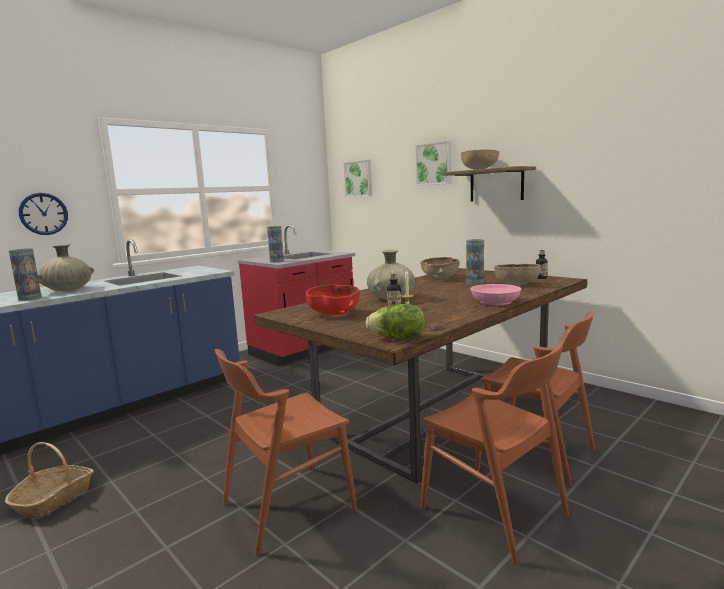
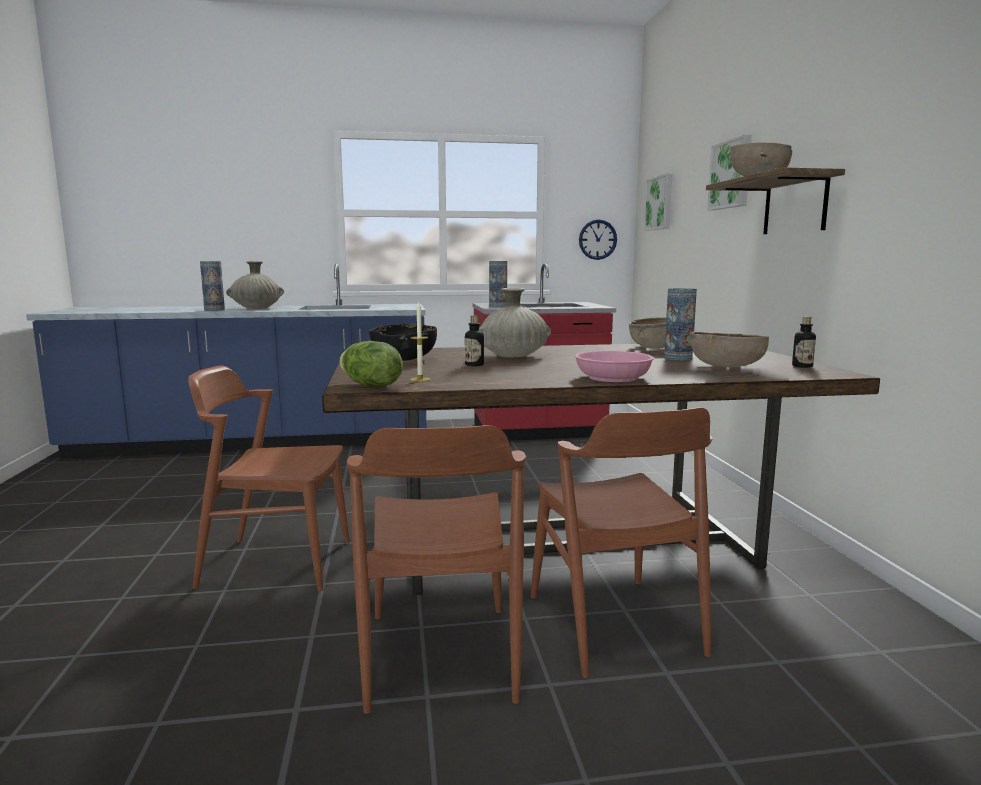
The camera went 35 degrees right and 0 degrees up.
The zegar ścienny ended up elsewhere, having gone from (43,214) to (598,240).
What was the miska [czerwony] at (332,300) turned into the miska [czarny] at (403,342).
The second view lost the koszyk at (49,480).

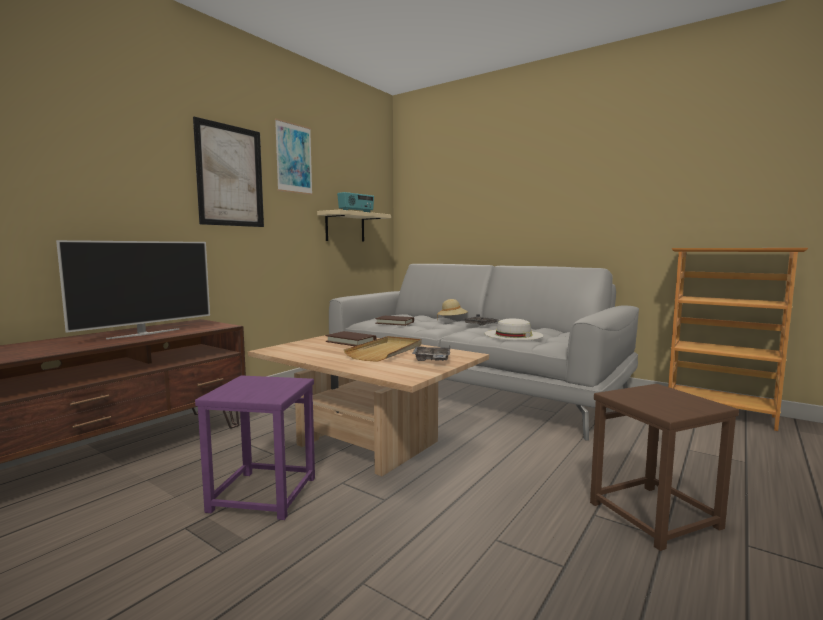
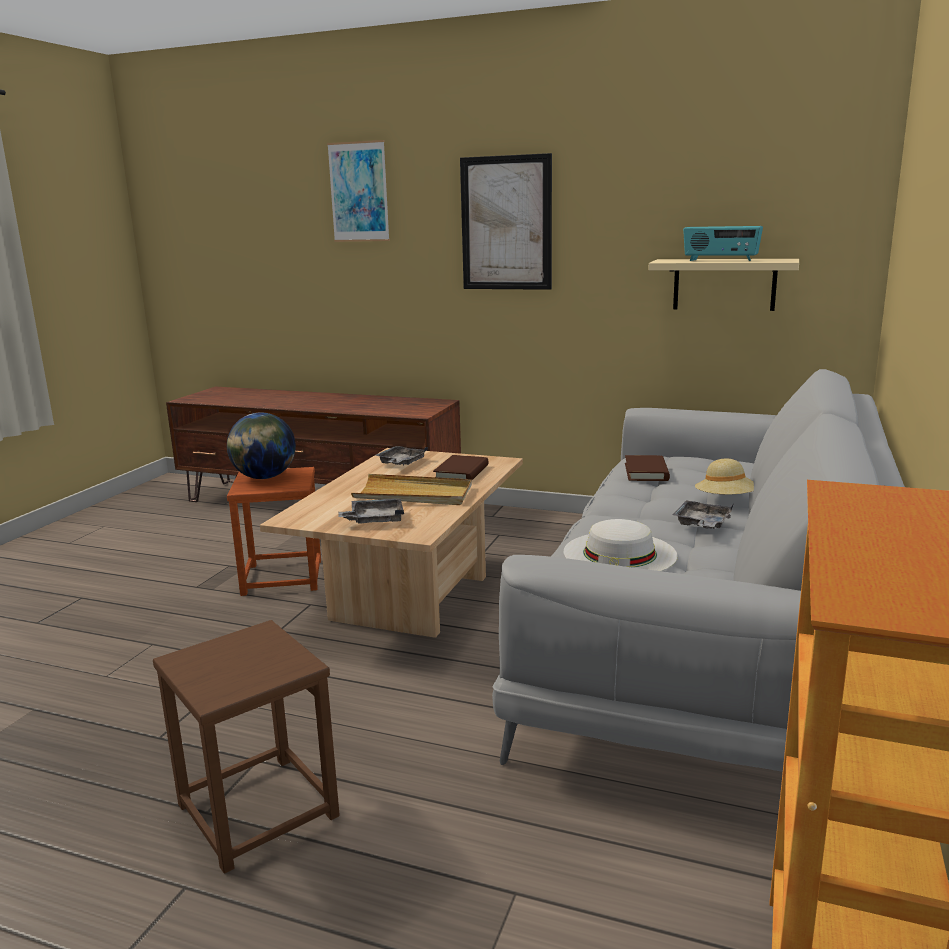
The camera went 75 degrees right and 10 degrees up.
The obraz ended up elsewhere, having gone from (294,156) to (358,191).
The second view lost the telewizor at (133,289).
What was the stołek [fioletowy] at (255,447) turned into the stołek [brązowy] at (274,531).
The second view gained the globus at (261,446).
The second view gained the taca [szary] at (401,456).

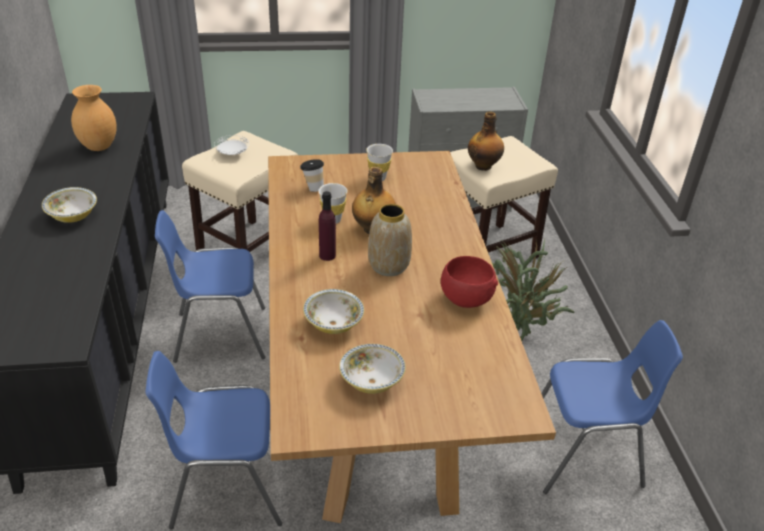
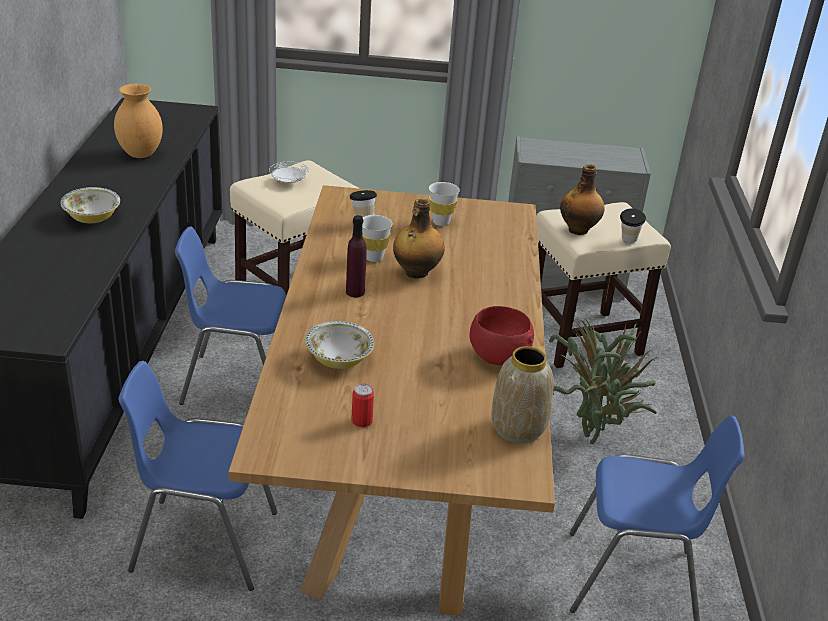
The camera went 10 degrees right and 5 degrees down.
The wazon ended up elsewhere, having gone from (390,240) to (522,395).
Where the miska stood at (372,369), the puszka came to stand at (362,405).
The second view gained the filiżanka at (633,225).

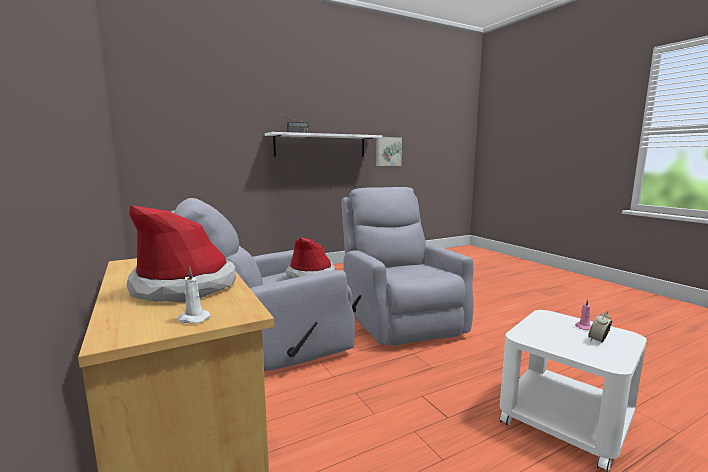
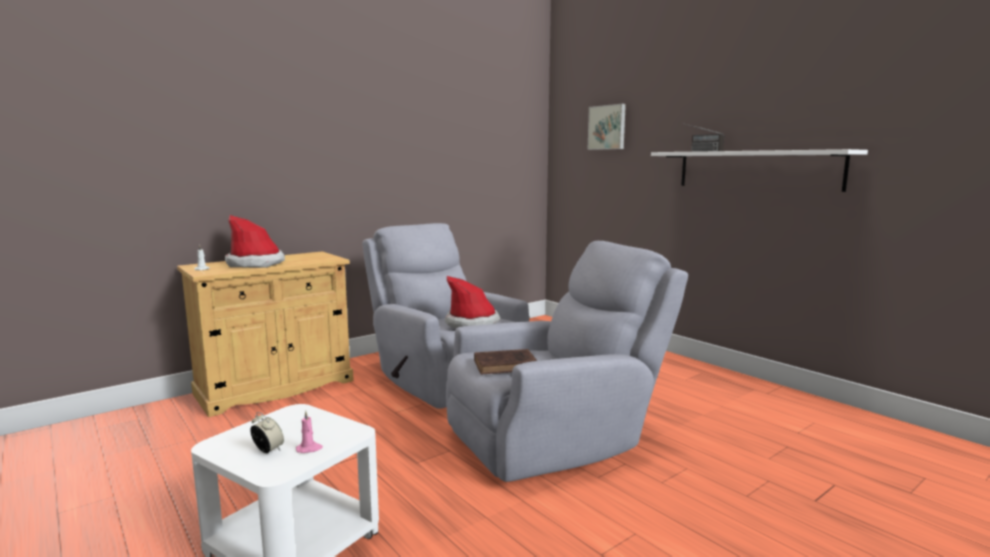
The camera went 80 degrees right and 0 degrees up.
The obraz ended up elsewhere, having gone from (389,151) to (606,127).
The second view gained the książka [brązowy] at (505,361).

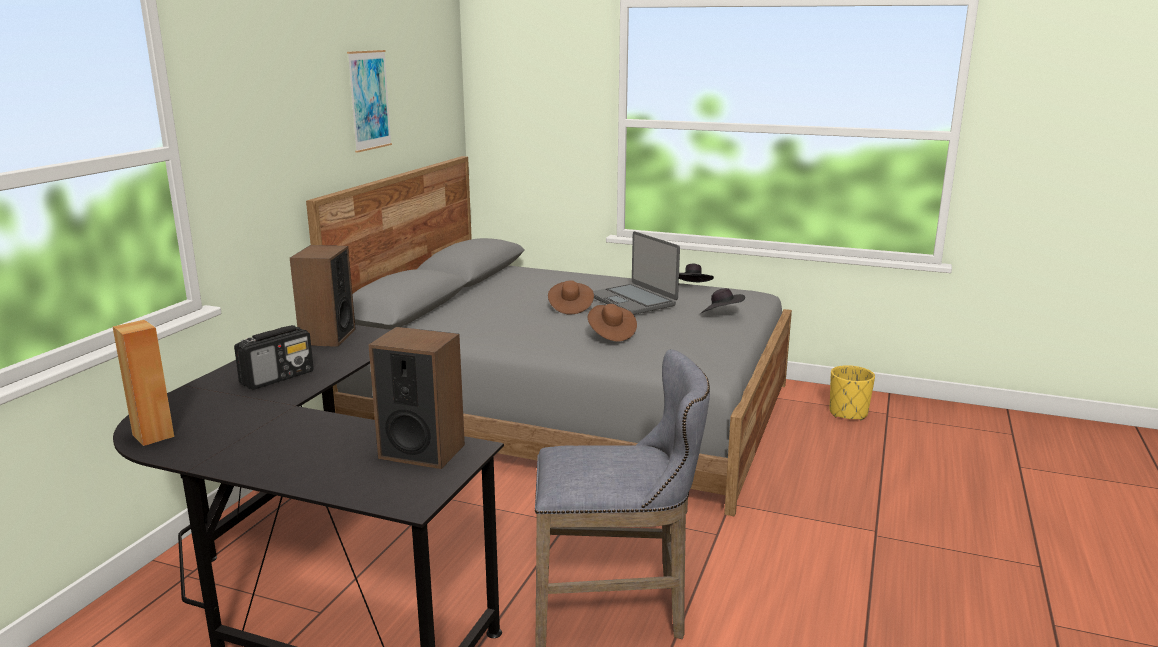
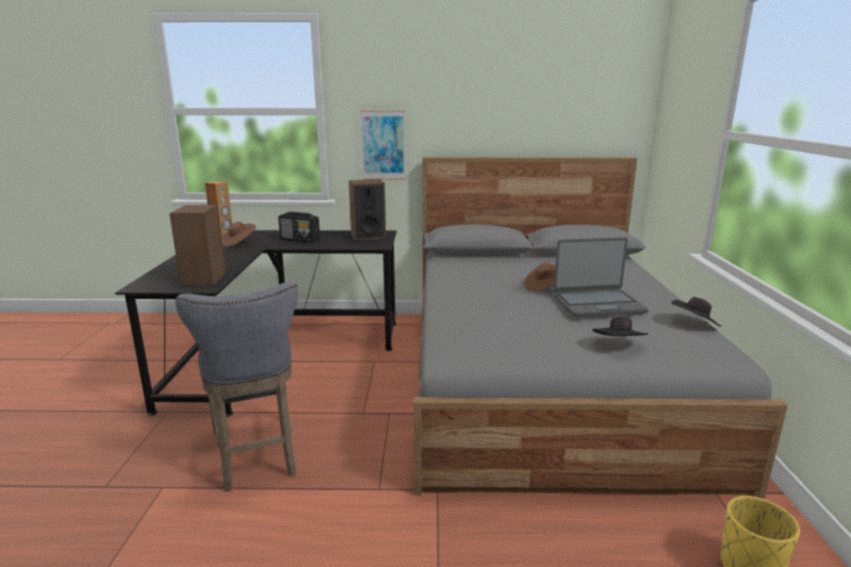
The camera went 70 degrees right and 0 degrees up.
The obraz ended up elsewhere, having gone from (369,101) to (383,145).
The laptop at (636,273) ended up facing another way, 135 degrees counterclockwise from before.
The kapelusz [brązowy] ended up elsewhere, having gone from (612,323) to (239,234).

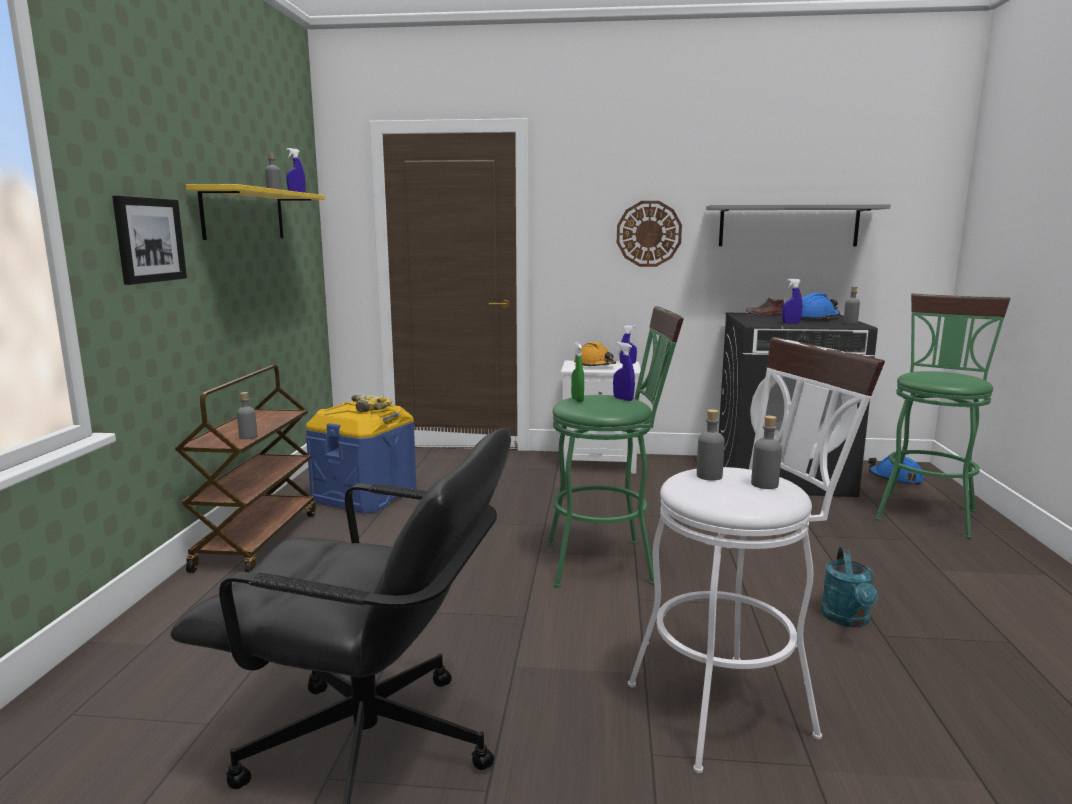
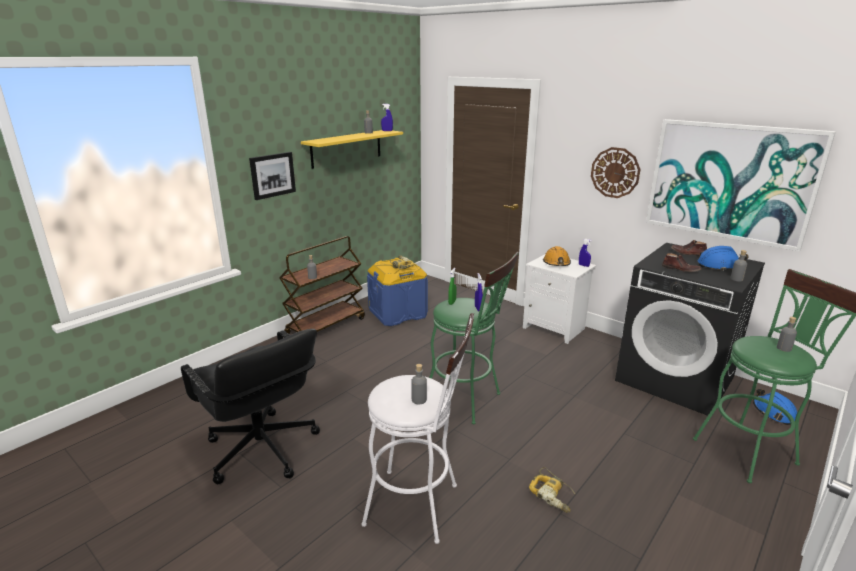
The camera went 35 degrees right and 10 degrees up.
Where the półka [szary] hung at (798,225), the obraz came to hang at (741,185).
Where the spryskiwacz [niebieski] stood at (792,301), the but [brązowy] came to stand at (681,262).
The butelka [szary] ended up elsewhere, having gone from (711,444) to (787,334).
Where the konewka [turkusowy] stood at (849,587), the wiertarka came to stand at (552,490).

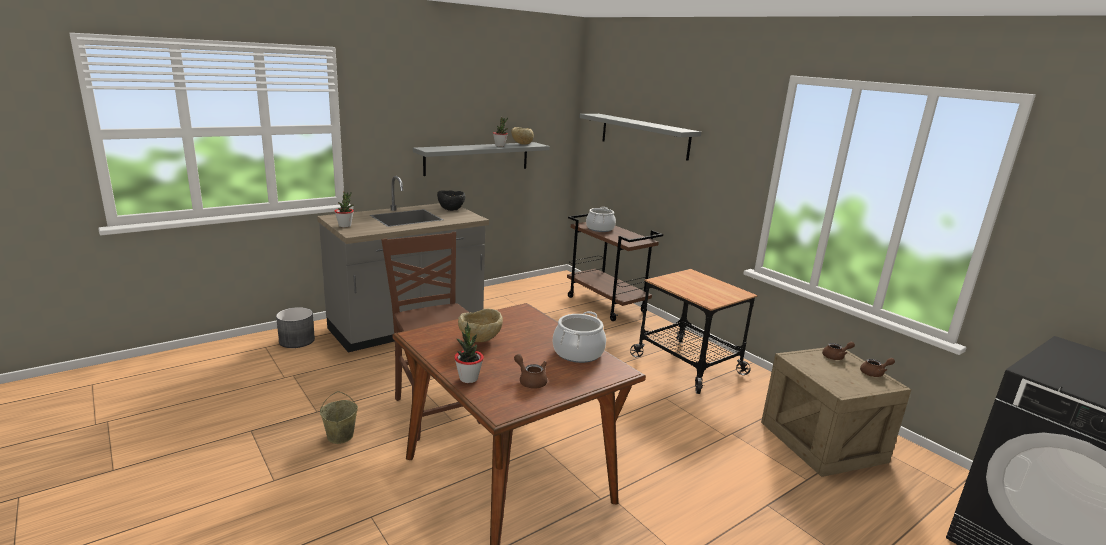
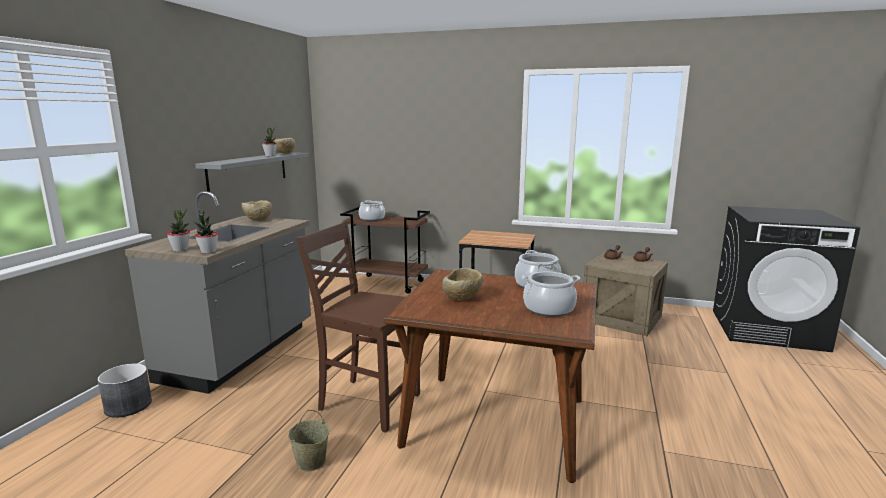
The camera went 35 degrees left and 5 degrees down.
The second view lost the półka [szary] at (640,137).
What was the miska [czarny] at (451,200) turned into the miska [beżowy] at (256,210).
The roślina doniczkowa ended up elsewhere, having gone from (469,353) to (206,232).
Where the imbryk [brązowy] stood at (530,371), the garnek came to stand at (551,294).

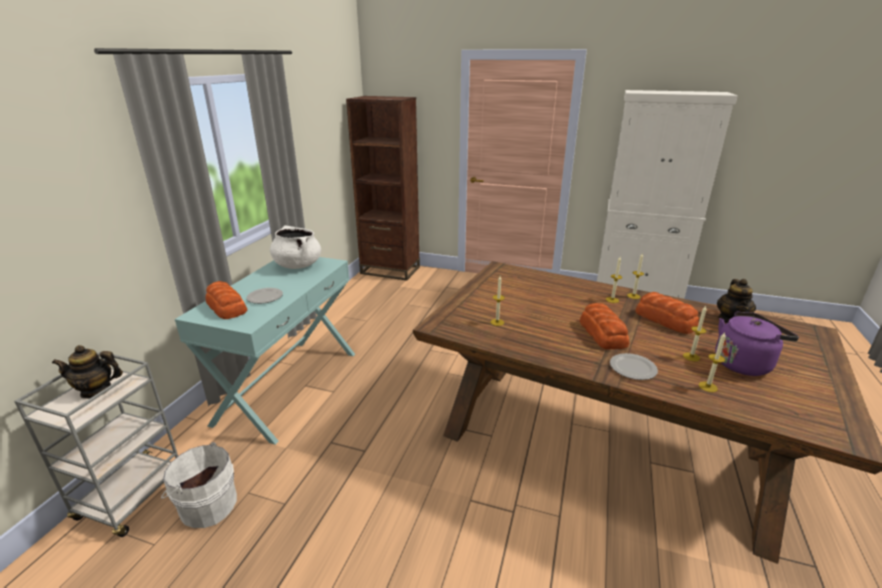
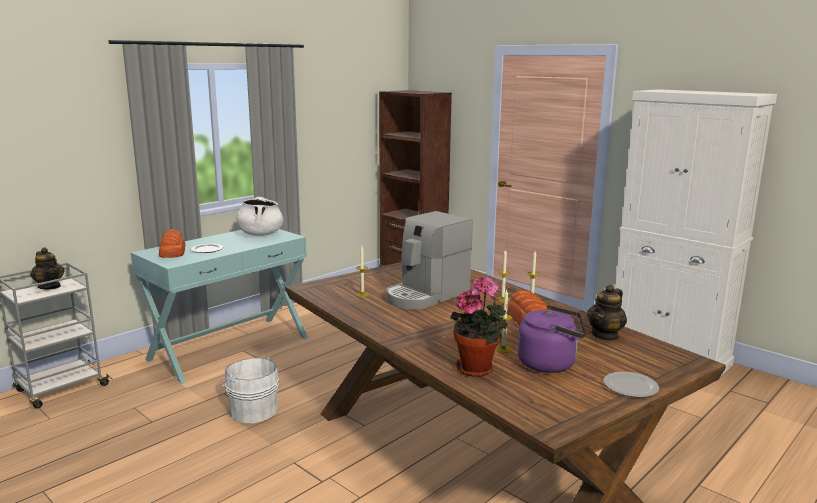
The camera went 25 degrees right and 10 degrees down.
The second view lost the chleb at (604,326).
Where the świeca stood at (712,362), the roślina doniczkowa came to stand at (479,326).
The imbryk at (87,372) ended up facing another way, 150 degrees counterclockwise from before.
The talerz ended up elsewhere, having gone from (634,366) to (631,385).
The wiadro [biały] ended up elsewhere, having gone from (199,485) to (249,390).
The second view gained the ekspres do kawy at (430,260).

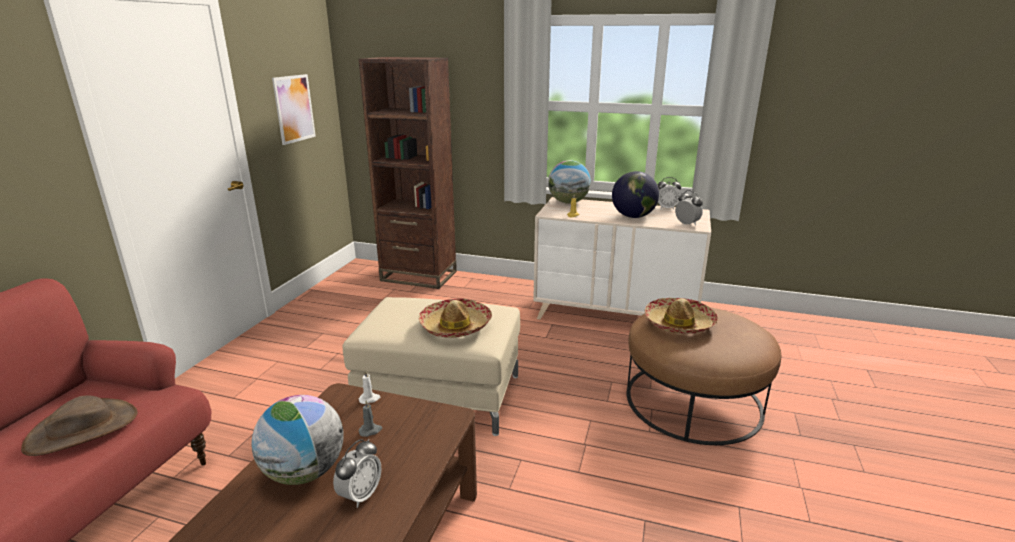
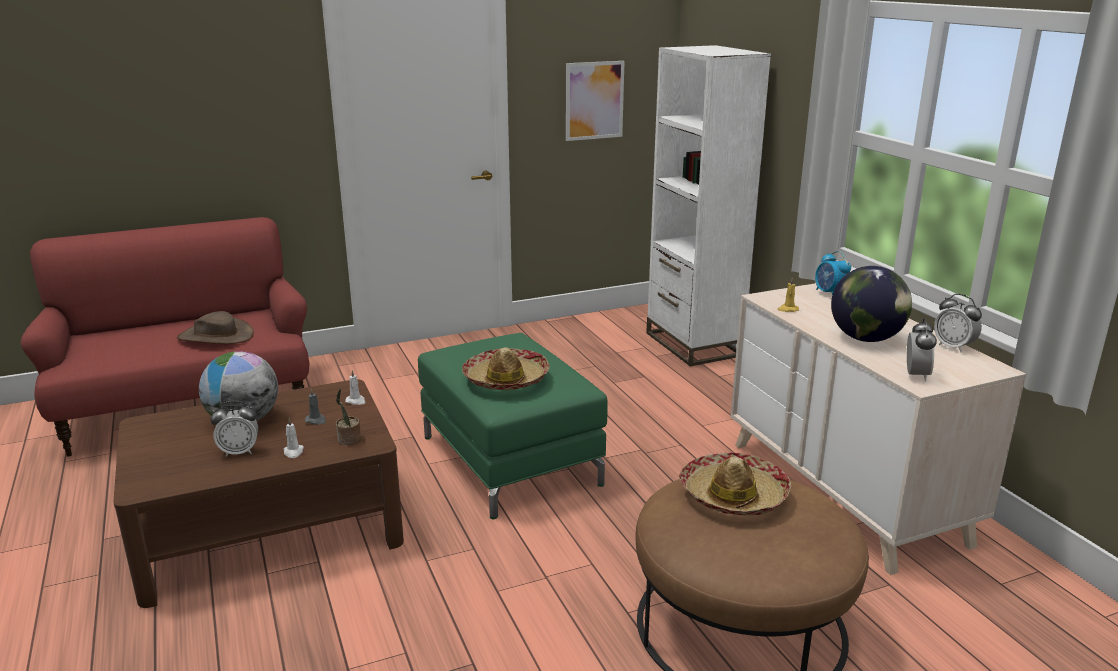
The camera went 50 degrees right and 0 degrees up.
What was the regał [brązowy] at (408,173) turned into the regał [biały] at (708,205).
Where the globus stood at (569,182), the budzik came to stand at (833,273).
What was the pufa [beżowy] at (431,366) turned into the pufa [zielony] at (513,426).
The second view gained the roślina doniczkowa at (348,417).
The second view gained the świeca [biały] at (294,438).

